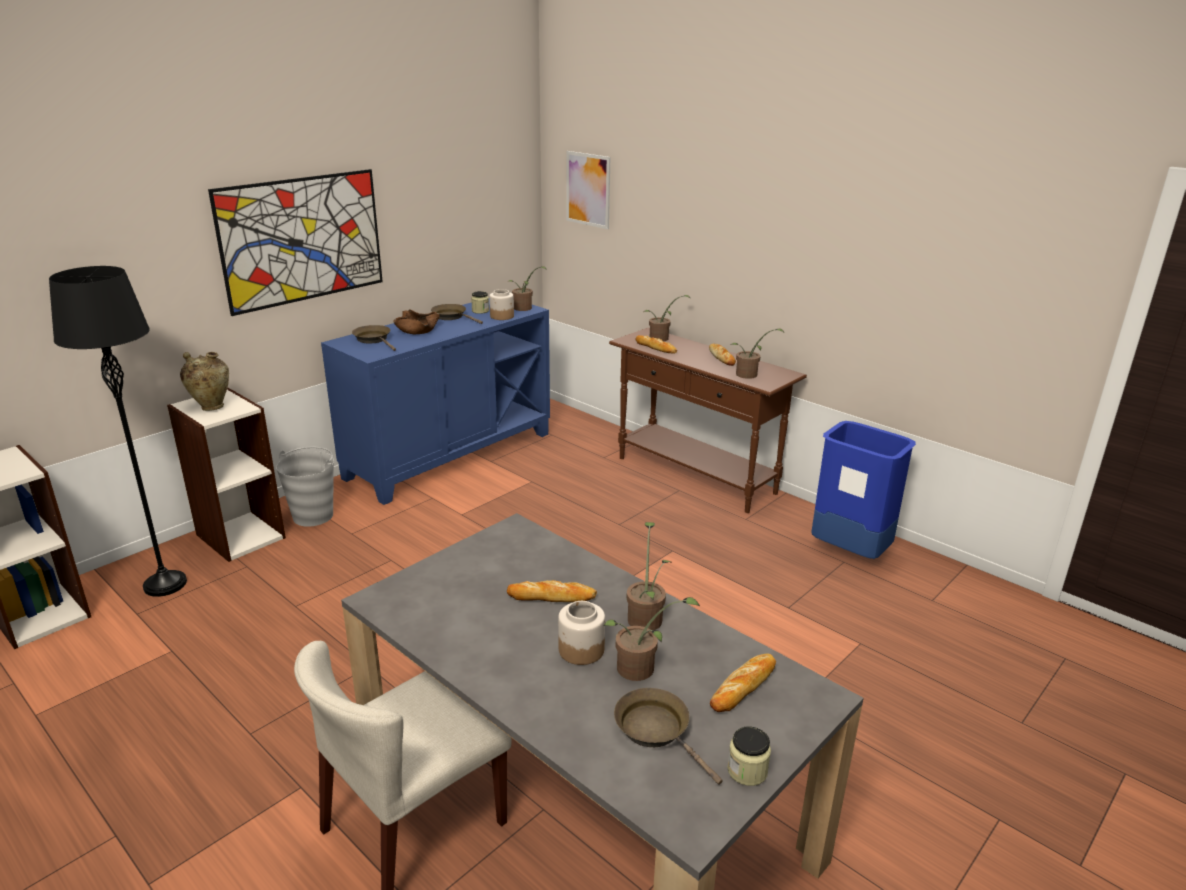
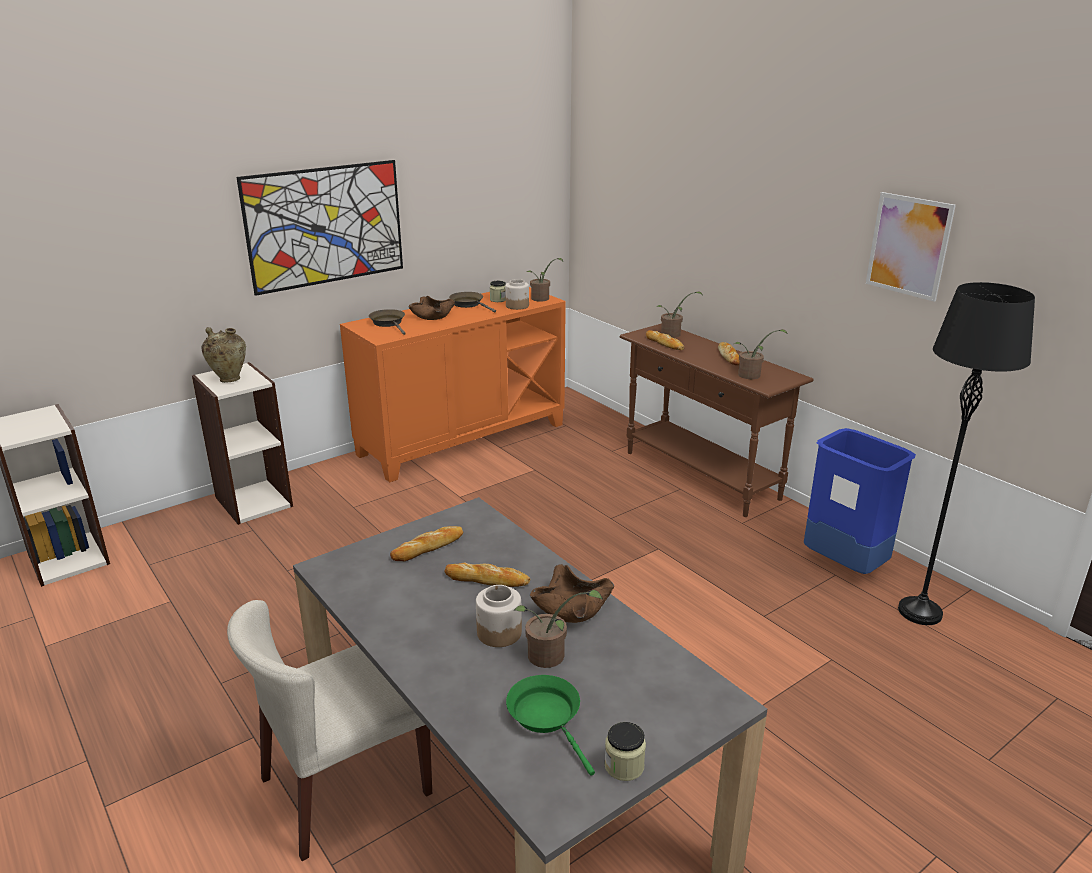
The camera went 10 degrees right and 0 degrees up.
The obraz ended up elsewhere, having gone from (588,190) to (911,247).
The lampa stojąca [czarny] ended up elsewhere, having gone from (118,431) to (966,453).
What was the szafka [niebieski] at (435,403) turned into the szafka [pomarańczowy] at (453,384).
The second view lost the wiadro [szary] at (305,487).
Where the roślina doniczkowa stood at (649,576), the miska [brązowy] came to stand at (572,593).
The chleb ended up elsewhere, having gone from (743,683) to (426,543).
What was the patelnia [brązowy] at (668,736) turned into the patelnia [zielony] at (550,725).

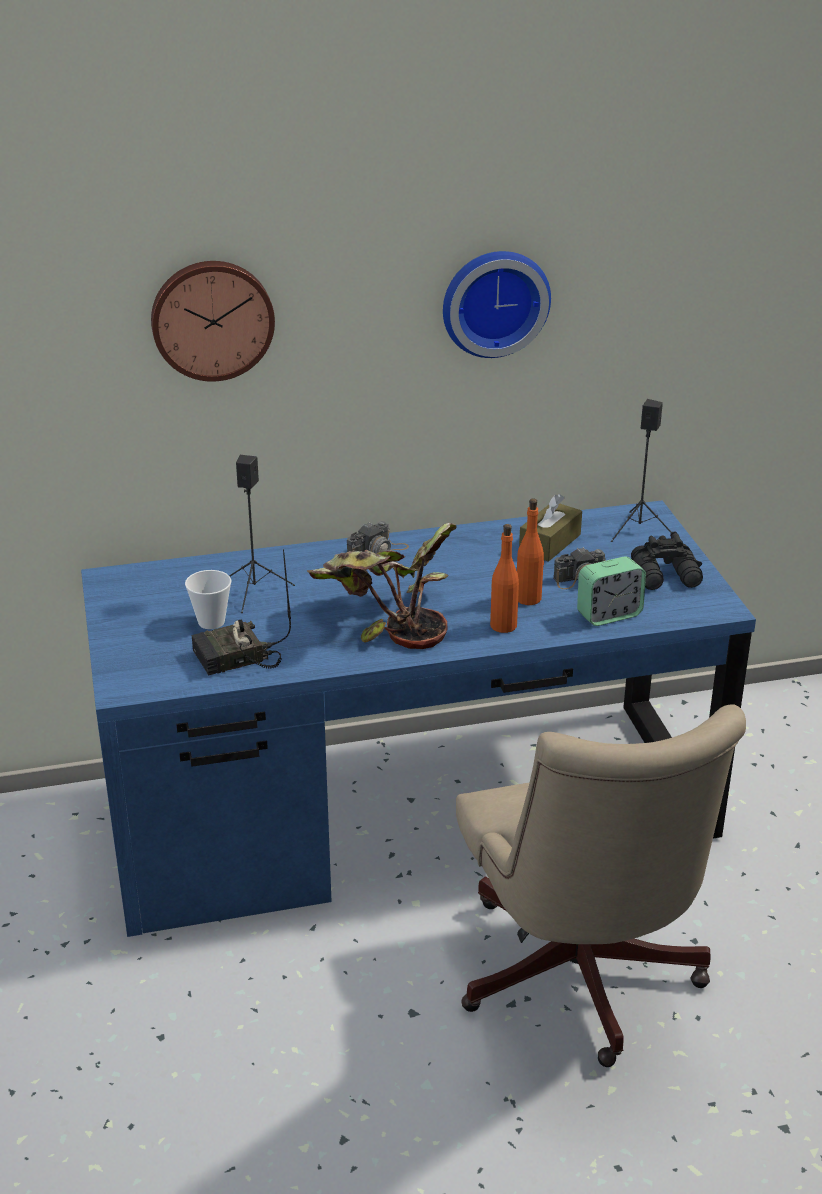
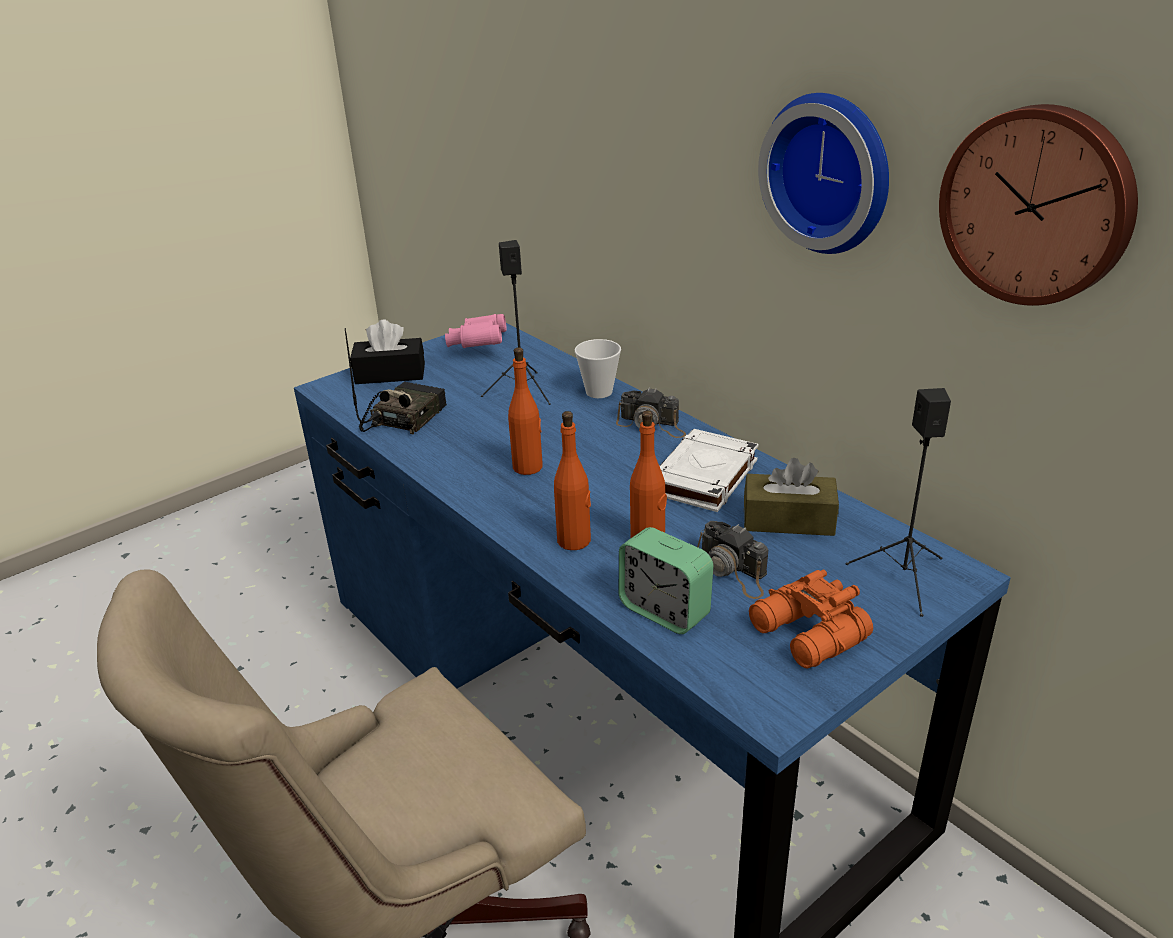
The camera went 65 degrees right and 0 degrees up.
The zegar ścienny ended up elsewhere, having gone from (213,321) to (1038,205).
Where the roślina doniczkowa stood at (382,586), the butelka [pomarańczowy] came to stand at (525,411).
What was the lornetka [czarny] at (667,560) turned into the lornetka [pomarańczowy] at (811,619).
The radio at (241,612) ended up facing another way, 75 degrees clockwise from before.
The filiżanka ended up elsewhere, having gone from (208,599) to (598,368).
The second view gained the lornetka [różowy] at (476,331).
The second view gained the pudełko chusteczek [czarny] at (387,352).
The second view gained the książka [biały] at (709,470).

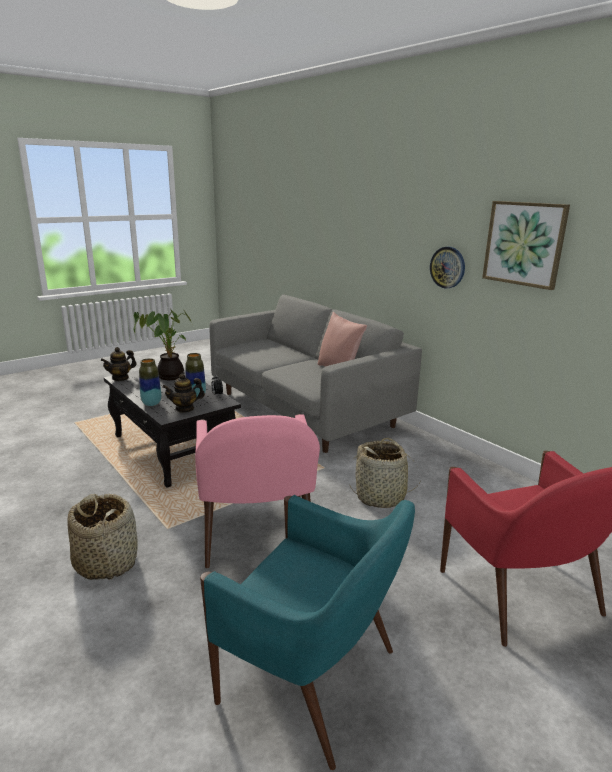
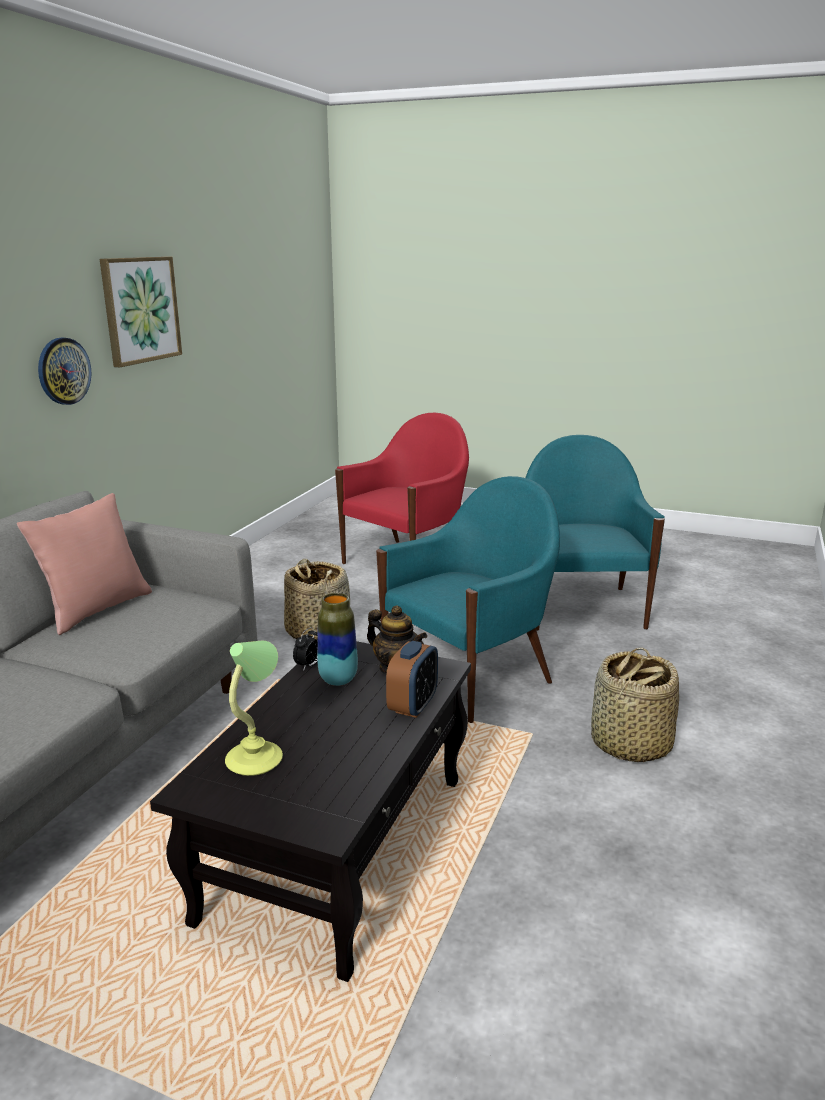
The camera went 120 degrees left and 0 degrees up.
Where the roślina doniczkowa stood at (162,344), the lampa stołowa came to stand at (254,708).
The second view lost the imbryk at (118,364).
Where the wazon stood at (150,382), the budzik came to stand at (412,679).
What was the fotel [różowy] at (257,491) turned into the fotel [turkusowy] at (468,599).

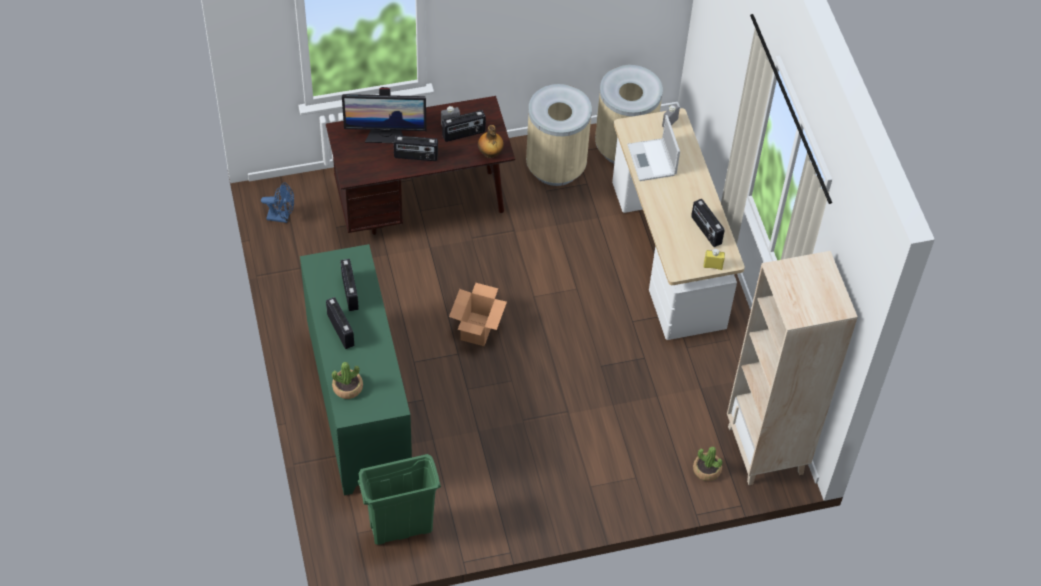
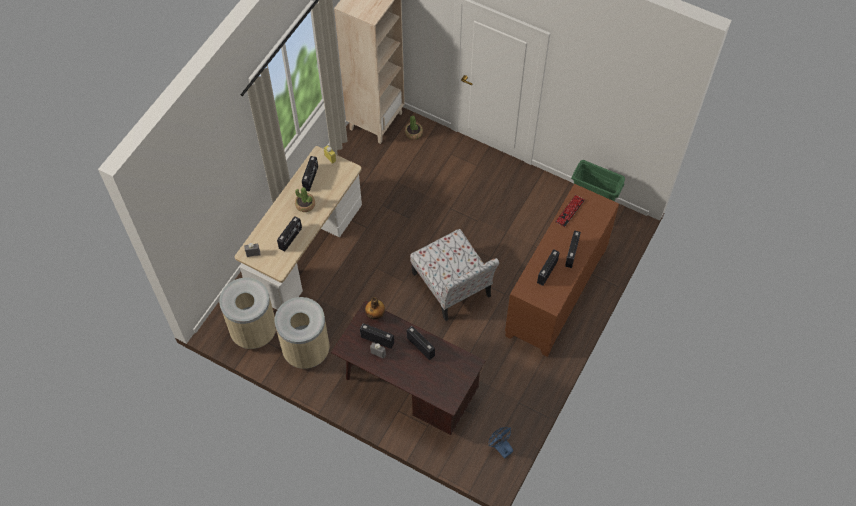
The camera went 135 degrees left and 5 degrees up.
The second view lost the monitor at (384,115).
Where the laptop stood at (653,148), the radio came to stand at (289,234).
What was the szafka [zielony] at (356,369) turned into the szafka [brązowy] at (562,270).
Where the karton stood at (478,314), the krzesło came to stand at (454,275).
The roślina doniczkowa ended up elsewhere, having gone from (347,380) to (305,199).
The second view gained the klawiatura at (570,211).

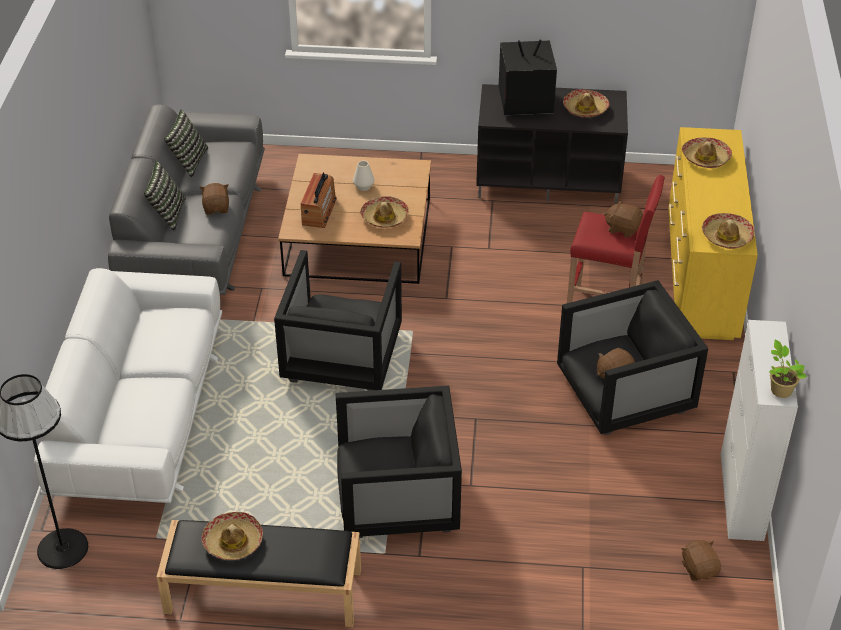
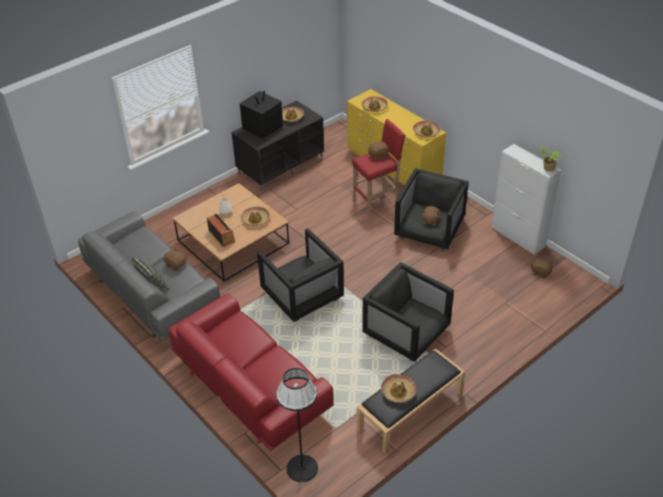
The camera went 45 degrees left and 0 degrees up.
The second view lost the poduszka at (186,143).
What was the kanapa [biały] at (128,385) turned into the kanapa [czerwony] at (251,372).
The fotel [czarny] at (398,462) ended up facing another way, 90 degrees counterclockwise from before.

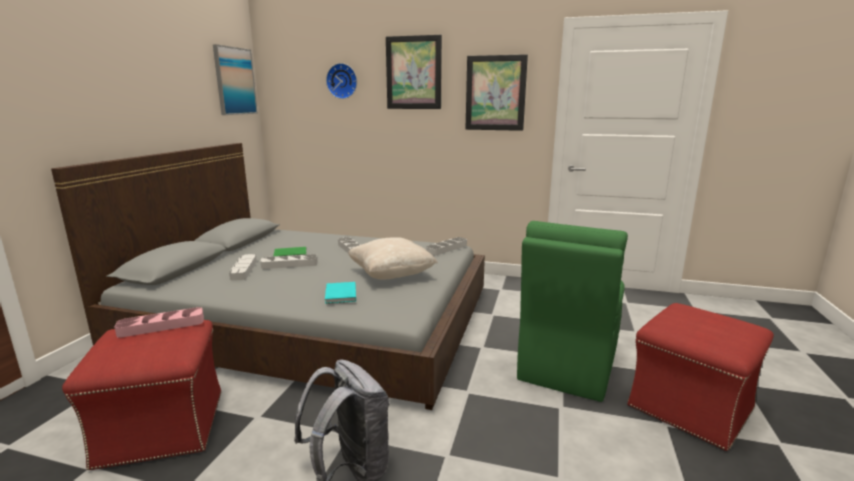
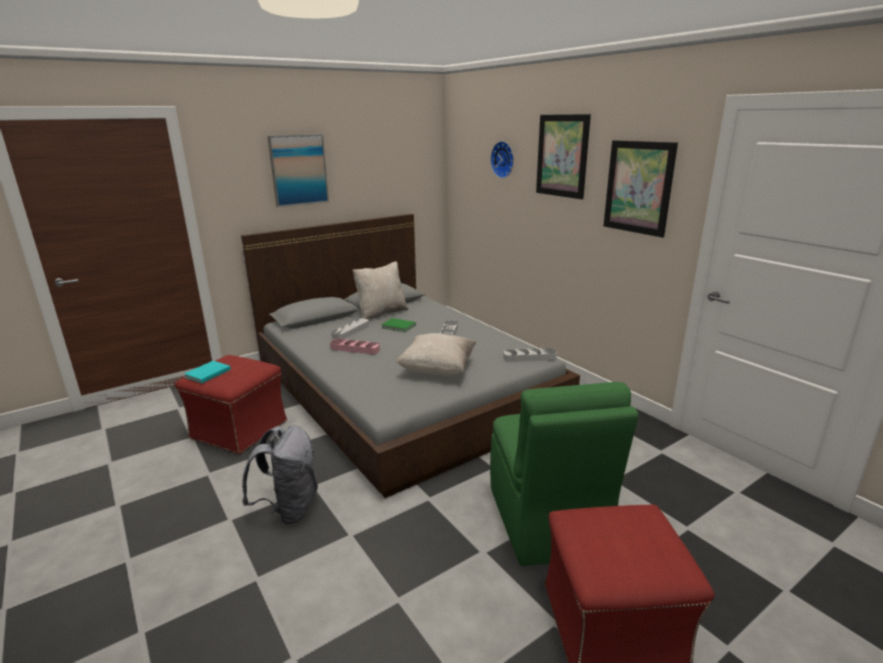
The camera went 40 degrees right and 5 degrees up.
The obraz ended up elsewhere, having gone from (235,79) to (298,170).
The krzesło [zielony] at (572,311) ended up facing another way, 75 degrees counterclockwise from before.
The second view lost the taca [szary] at (288,261).
The książka [turkusowy] ended up elsewhere, having gone from (340,293) to (207,372).
The taca [różowy] ended up elsewhere, having gone from (159,322) to (355,346).
The second view gained the poduszka [beżowy] at (380,290).

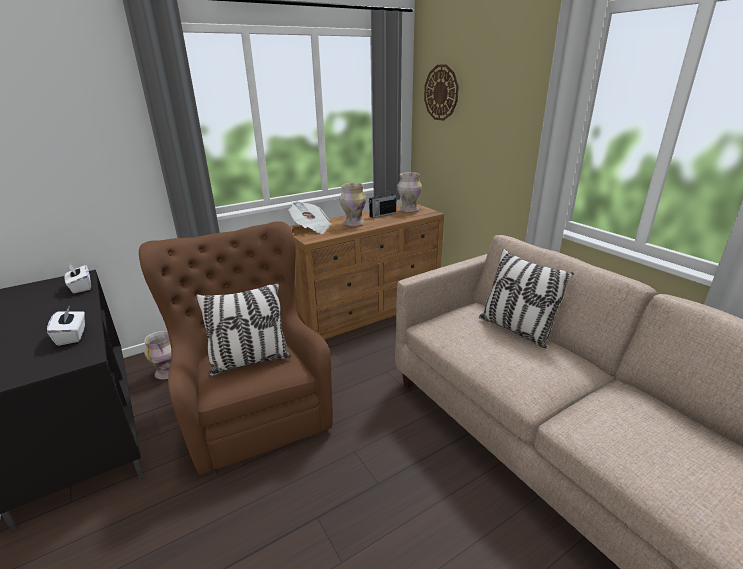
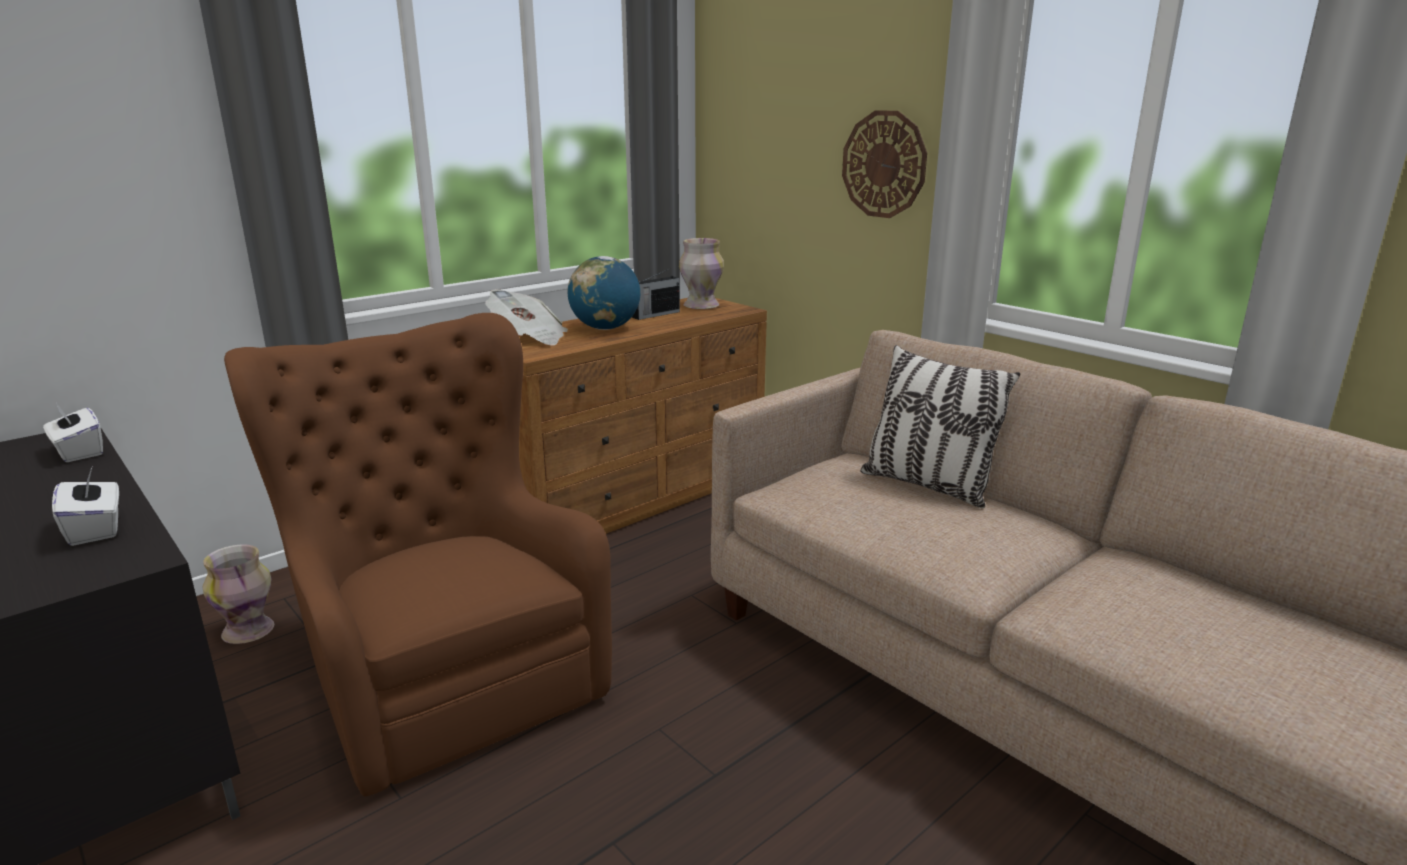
The camera went 10 degrees left and 5 degrees down.
The zegar ścienny ended up elsewhere, having gone from (441,92) to (884,164).
Where the wazon stood at (353,204), the globus came to stand at (604,293).
The second view lost the poduszka at (243,329).

